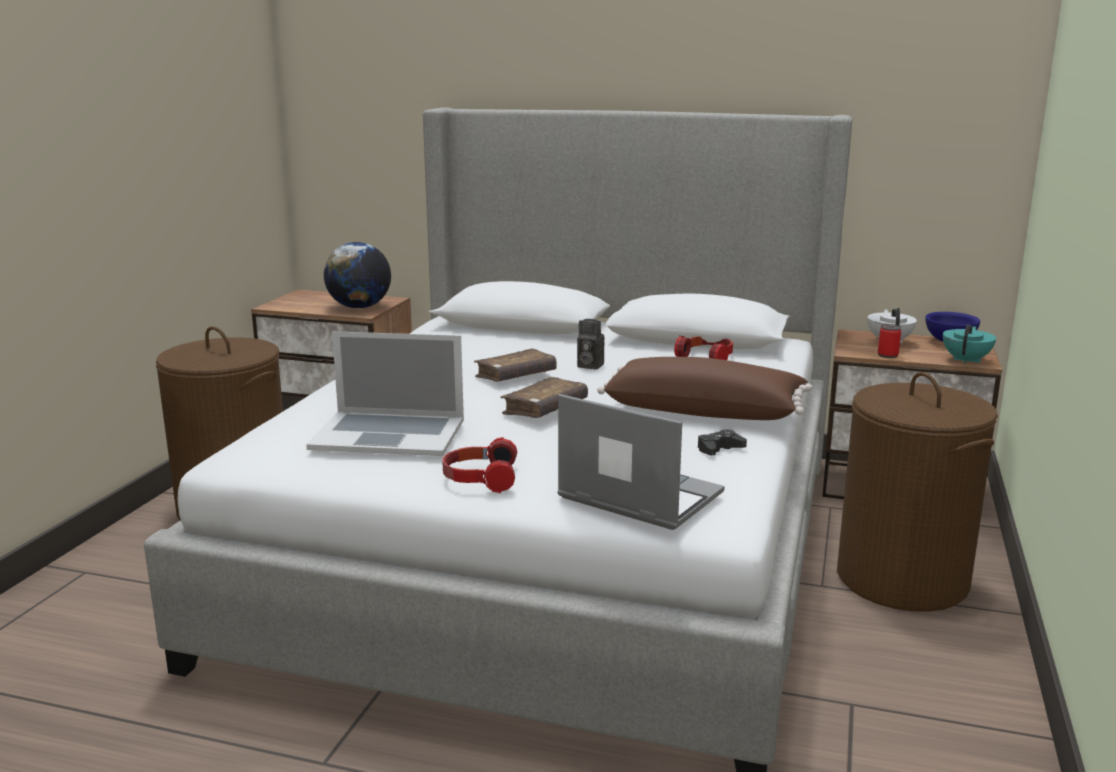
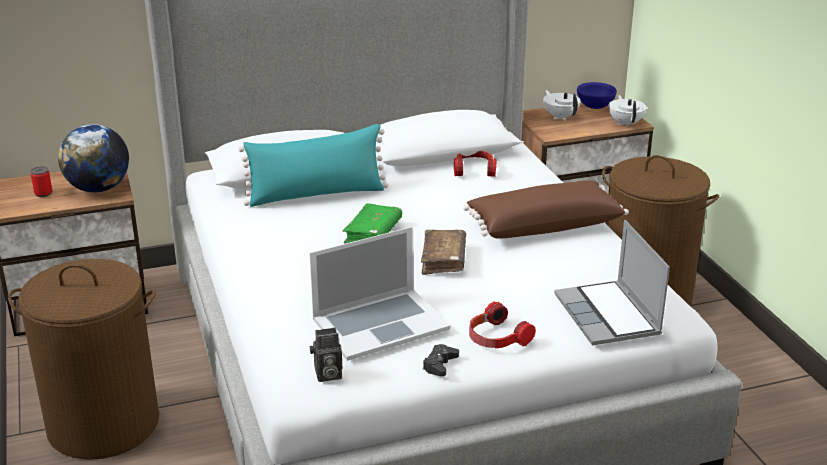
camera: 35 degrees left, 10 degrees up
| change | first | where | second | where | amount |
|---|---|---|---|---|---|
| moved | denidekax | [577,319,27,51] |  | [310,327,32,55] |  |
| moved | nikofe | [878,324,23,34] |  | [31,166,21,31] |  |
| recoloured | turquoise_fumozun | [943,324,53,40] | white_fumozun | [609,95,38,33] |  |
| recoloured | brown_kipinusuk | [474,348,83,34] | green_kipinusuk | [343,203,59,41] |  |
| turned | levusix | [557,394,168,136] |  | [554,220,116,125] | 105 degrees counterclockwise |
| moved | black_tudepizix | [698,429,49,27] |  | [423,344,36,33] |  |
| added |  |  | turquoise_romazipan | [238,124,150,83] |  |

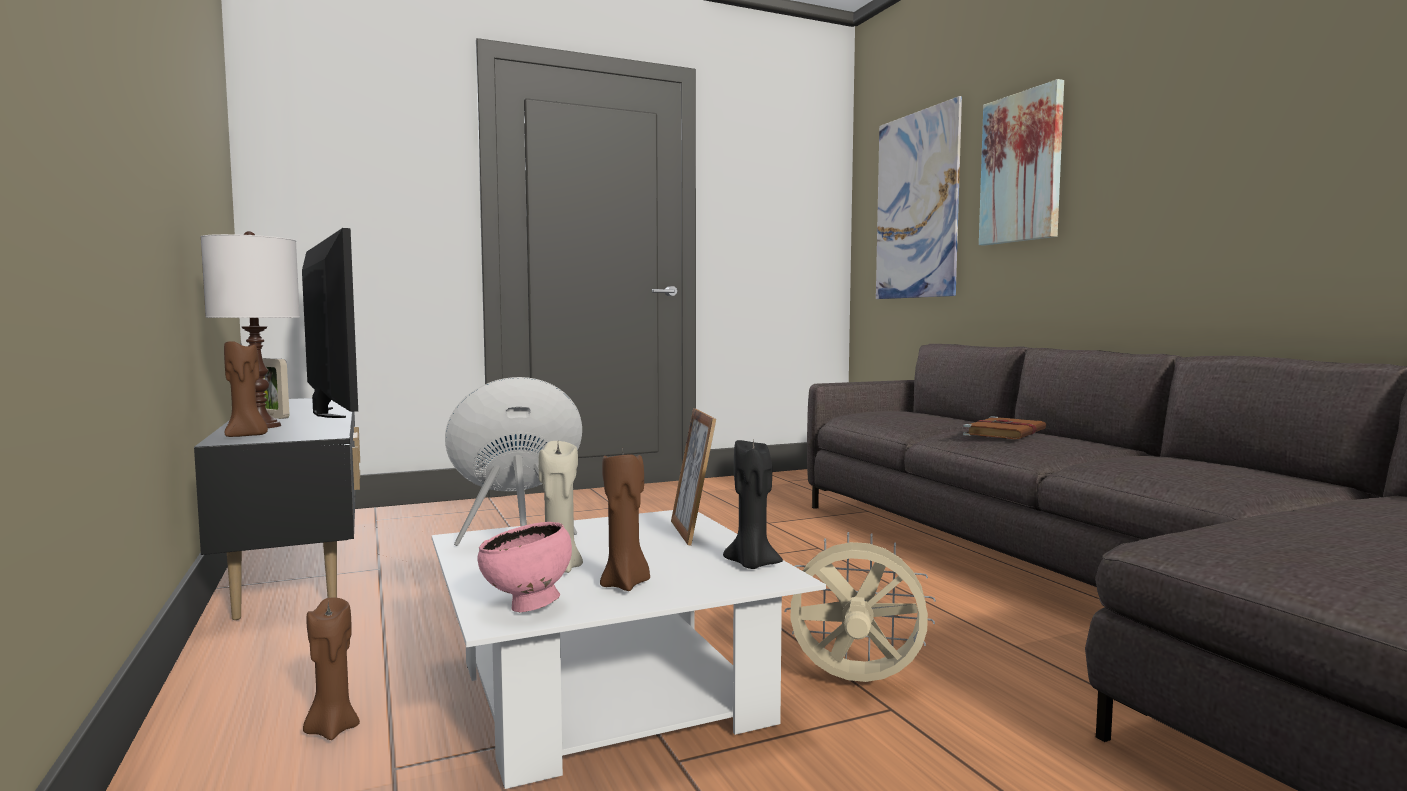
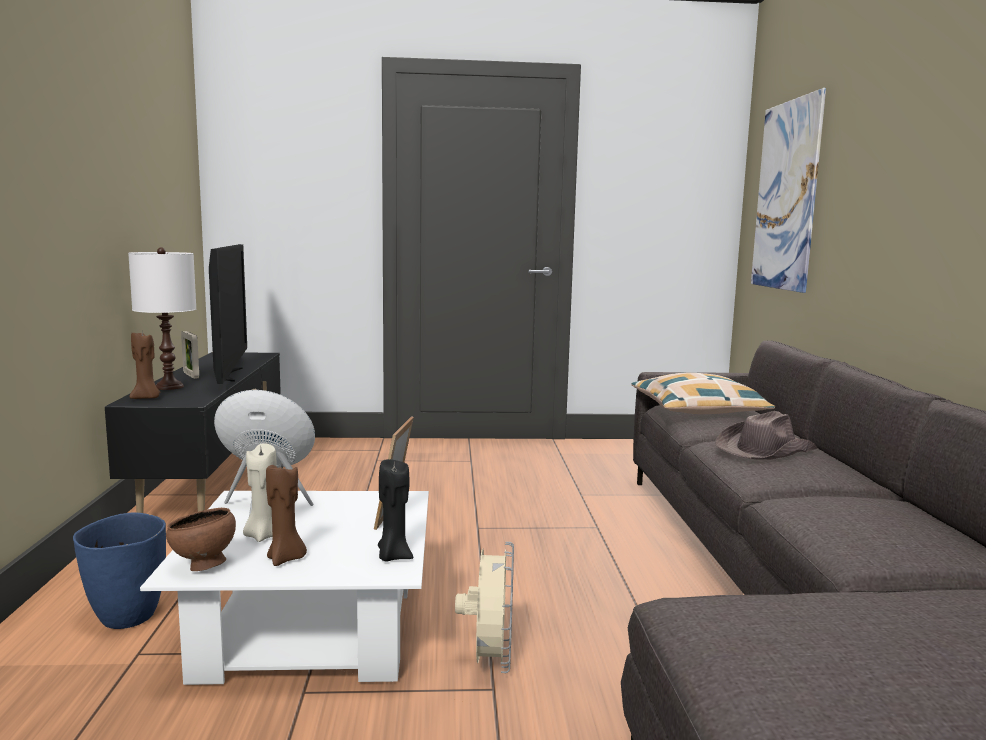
camera: 20 degrees right, 5 degrees up
| change | first | where | second | where | amount |
|---|---|---|---|---|---|
| removed | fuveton | [979,79,85,167] |  |  |  |
| replaced | brown_kipinusuk | [963,416,83,23] | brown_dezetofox | [715,411,103,49] |  |
| recoloured | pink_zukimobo | [477,522,95,90] | brown_zukimobo | [166,508,70,63] |  |
| turned | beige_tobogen | [784,532,152,150] |  | [455,542,59,131] | 60 degrees clockwise |
| replaced | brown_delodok | [303,597,57,143] | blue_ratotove | [73,513,93,116] |  |
| added |  |  | romazipan | [631,373,144,41] |  |

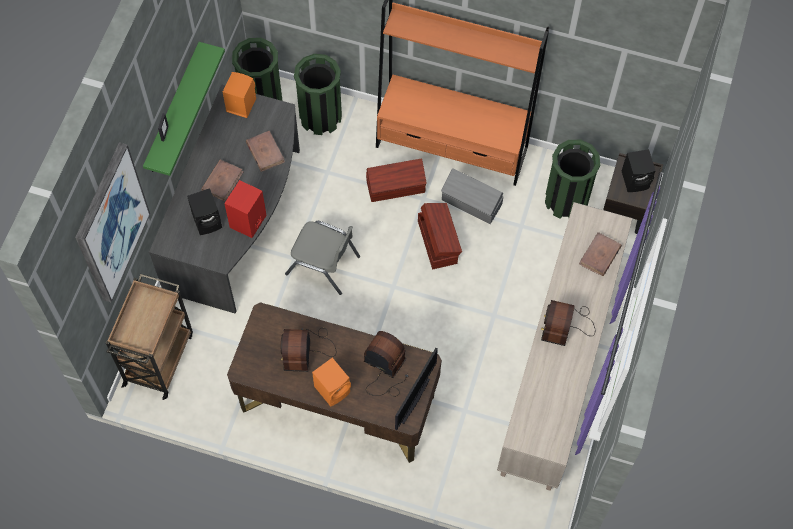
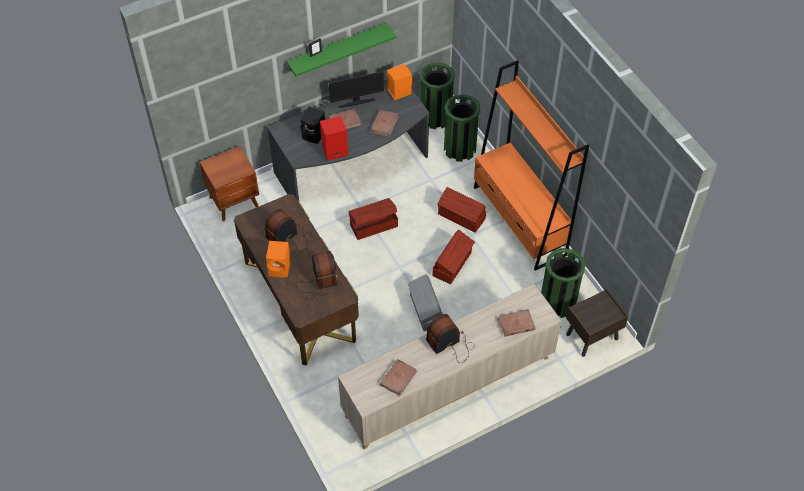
camera: 45 degrees right, 10 degrees down
| change | first | where | second | where | amount |
|---|---|---|---|---|---|
| removed | fuveton | [75,142,75,161] |  |  |  |
| removed | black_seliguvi | [622,149,34,43] |  |  |  |
| moved | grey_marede | [441,168,62,56] |  | [408,274,35,57] |  |
| replaced | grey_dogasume | [285,221,75,74] | brown_marede | [348,198,50,42] |  |
| replaced | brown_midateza | [106,274,87,126] | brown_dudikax | [200,146,59,75] |  |
| moved | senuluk | [395,348,43,82] |  | [329,71,55,37] |  |
| added |  |  | brown_kipinusuk | [380,359,37,37] |  |

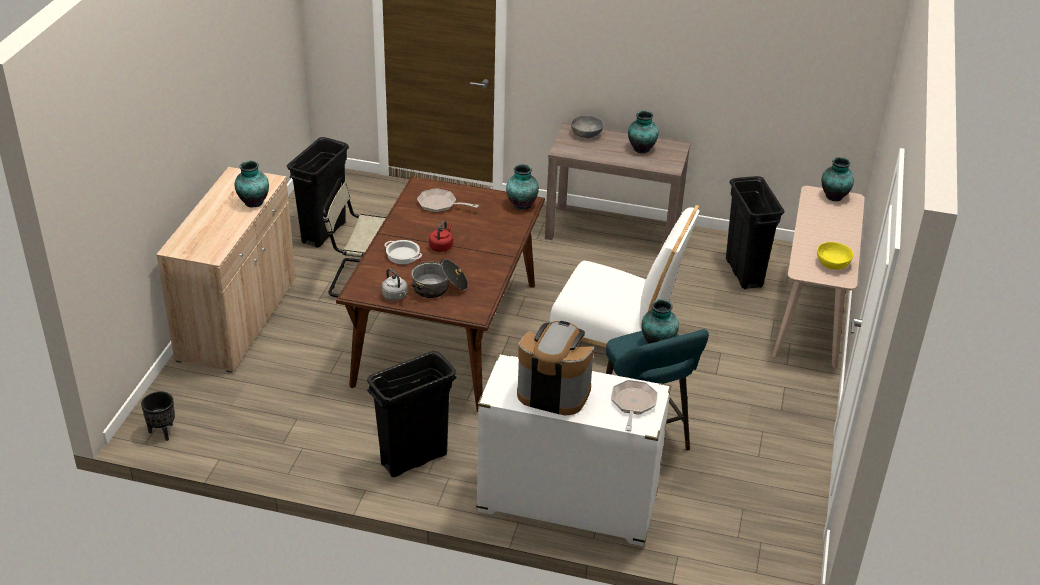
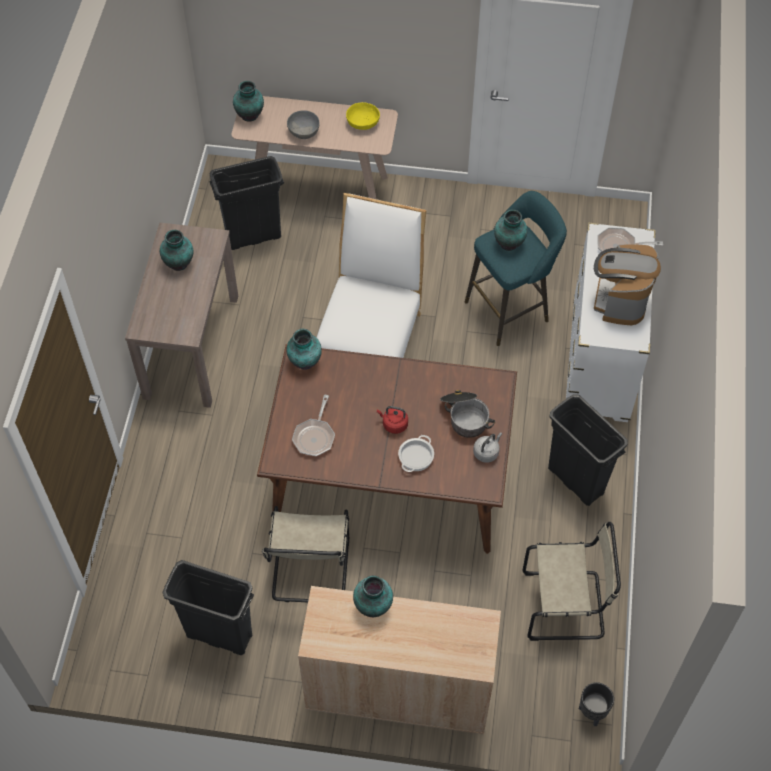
camera: 95 degrees left, 20 degrees up
| change | first | where | second | where | amount |
|---|---|---|---|---|---|
| moved | grey_zukimobo | [571,116,33,22] |  | [287,110,33,29] |  |
| added |  |  | beige_dogasume | [522,522,99,119] |  |

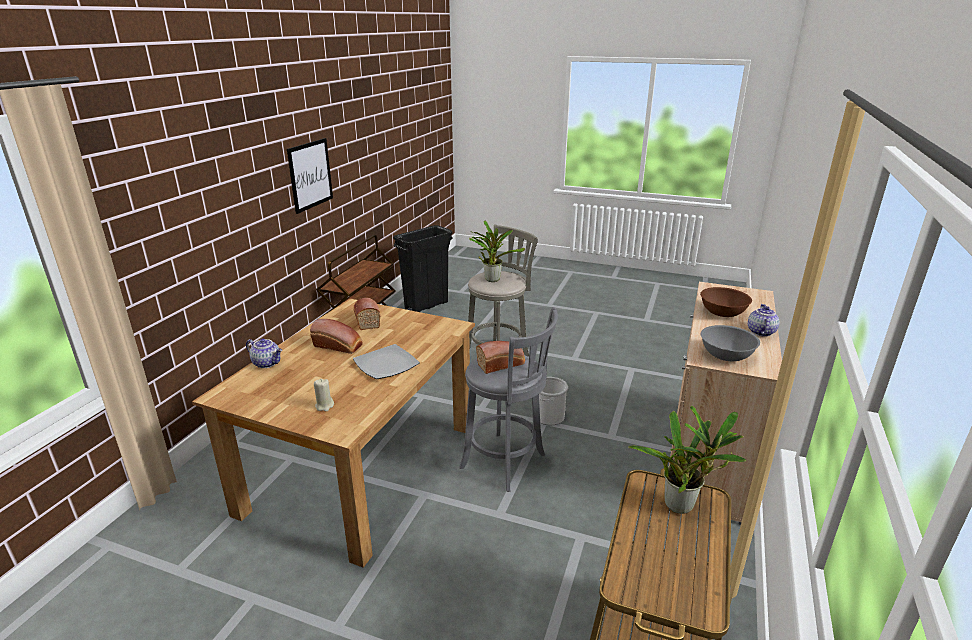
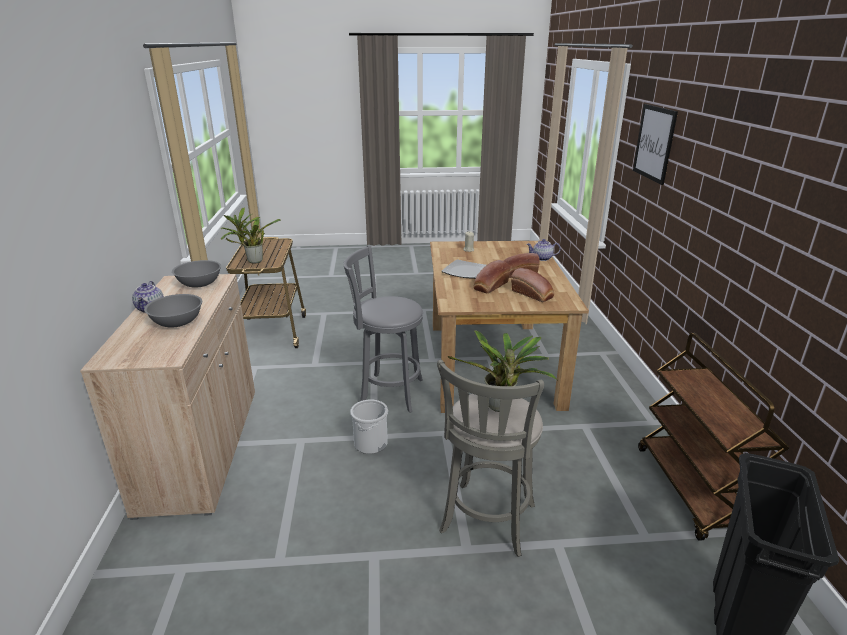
camera: 155 degrees right, 0 degrees up
| change | first | where | second | where | amount |
|---|---|---|---|---|---|
| moved | fuveton | [287,138,46,76] |  | [633,104,45,81] |  |
| recoloured | brown_zukimobo | [700,287,52,30] | grey_zukimobo | [144,294,58,33] |  |
| moved | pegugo | [476,341,49,33] |  | [473,260,38,33] |  |

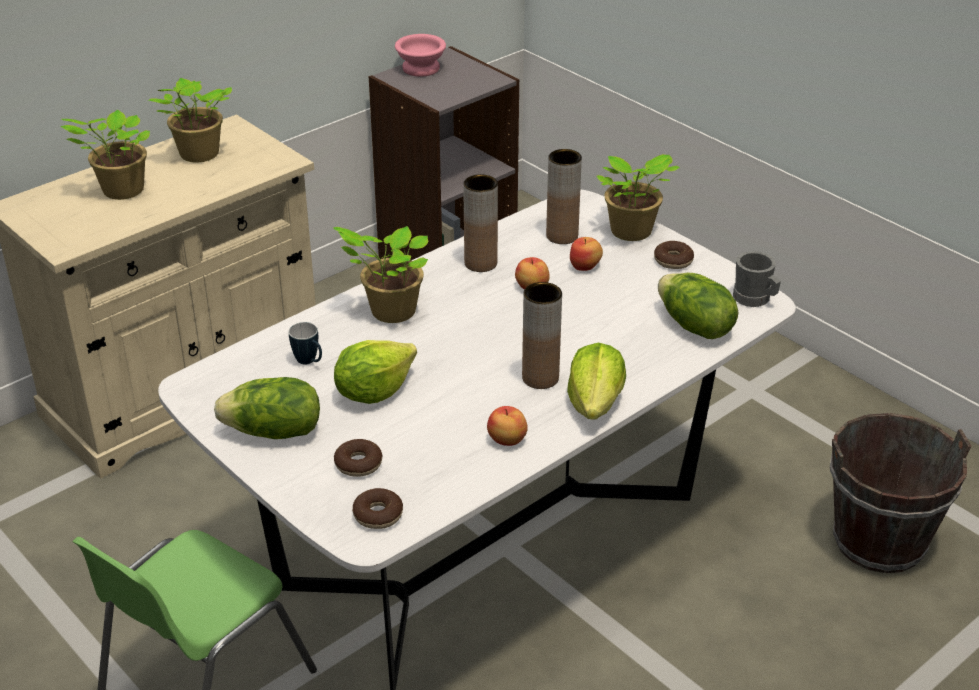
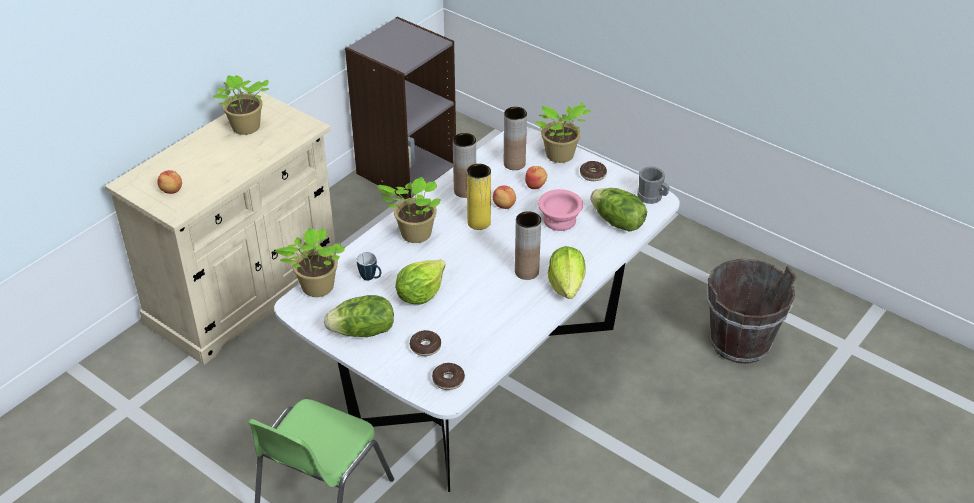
camera: 10 degrees left, 5 degrees up
| change | first | where | second | where | amount |
|---|---|---|---|---|---|
| moved | pink_zukimobo | [395,34,51,43] |  | [538,189,45,42] |  |
| moved | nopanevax | [60,110,90,90] |  | [274,227,71,70] |  |
| moved | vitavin | [487,406,41,40] |  | [158,170,24,24] |  |
| added |  |  | yellow_ratotove | [467,164,24,66] |  |

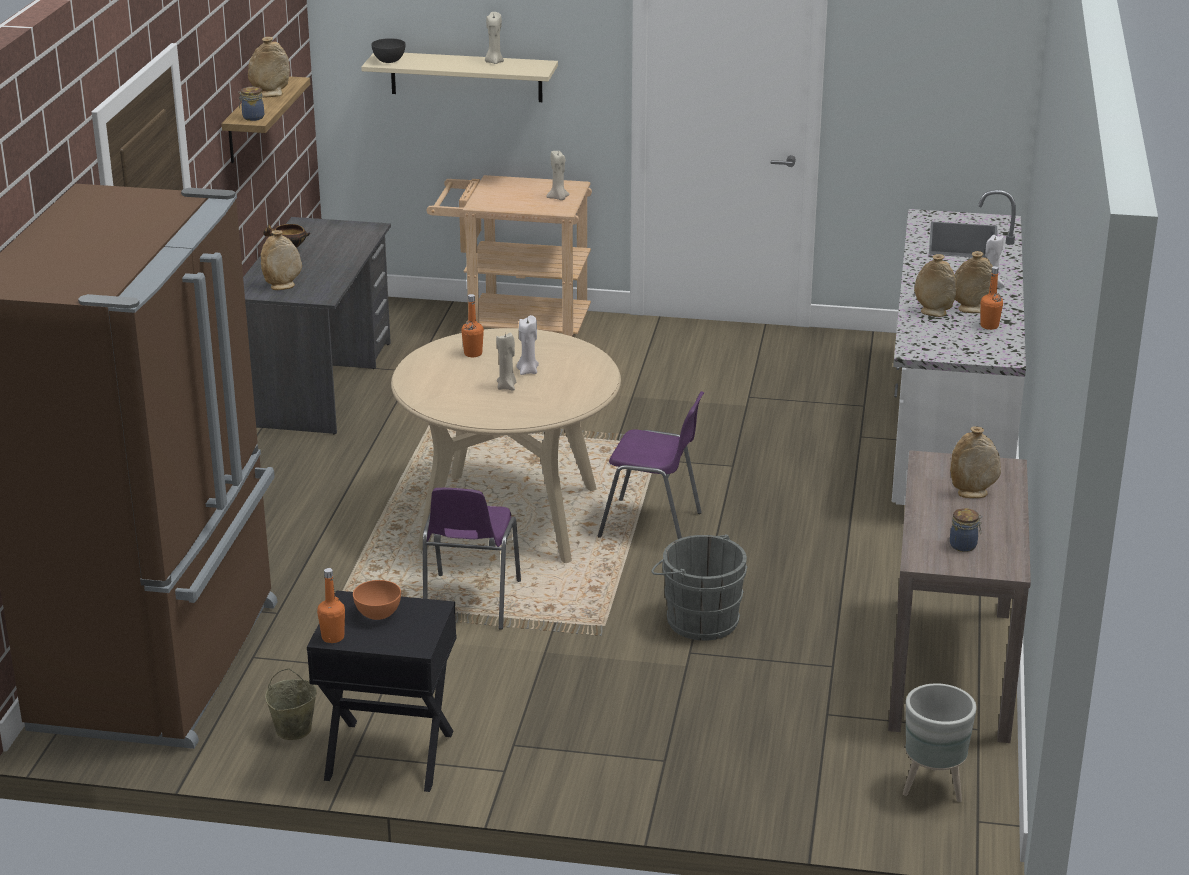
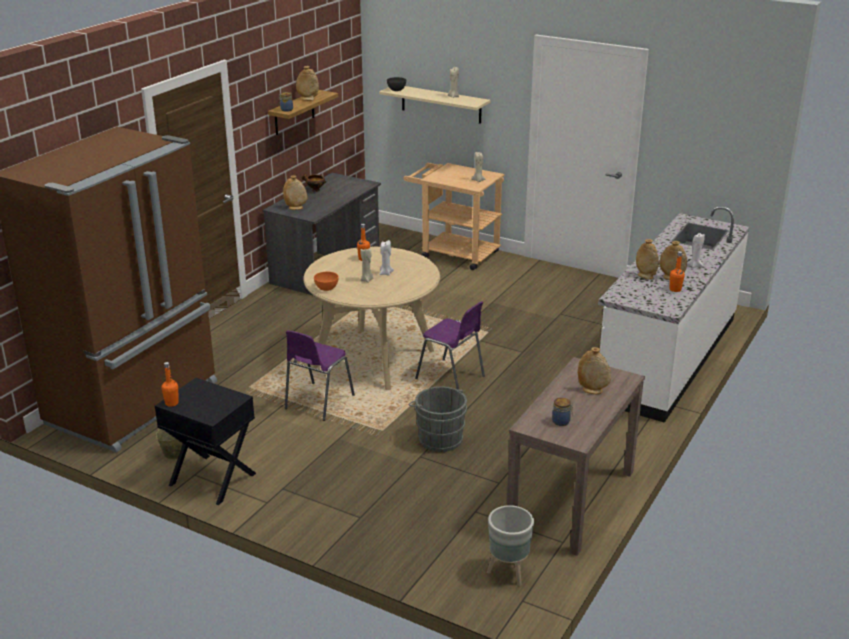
camera: 20 degrees right, 0 degrees up
| change | first | where | second | where | amount |
|---|---|---|---|---|---|
| moved | orange_zukimobo | [353,580,48,40] |  | [314,272,25,19] |  |

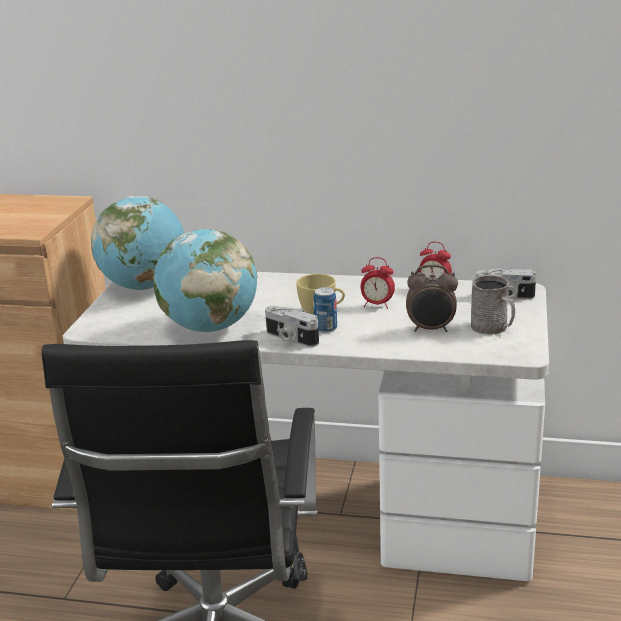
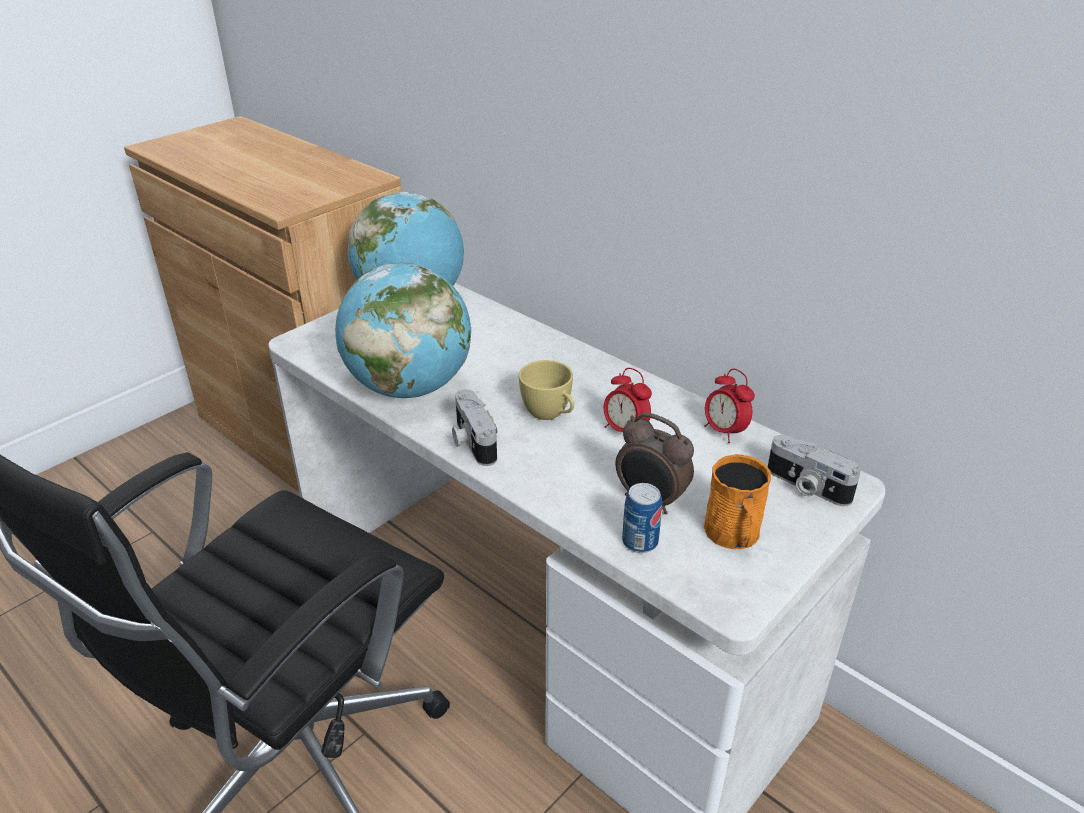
camera: 30 degrees right, 10 degrees up
| change | first | where | second | where | amount |
|---|---|---|---|---|---|
| recoloured | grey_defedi | [471,275,44,60] | orange_defedi | [704,454,67,95] |  |
| moved | nikofe | [313,287,24,46] |  | [622,483,40,70] |  |

